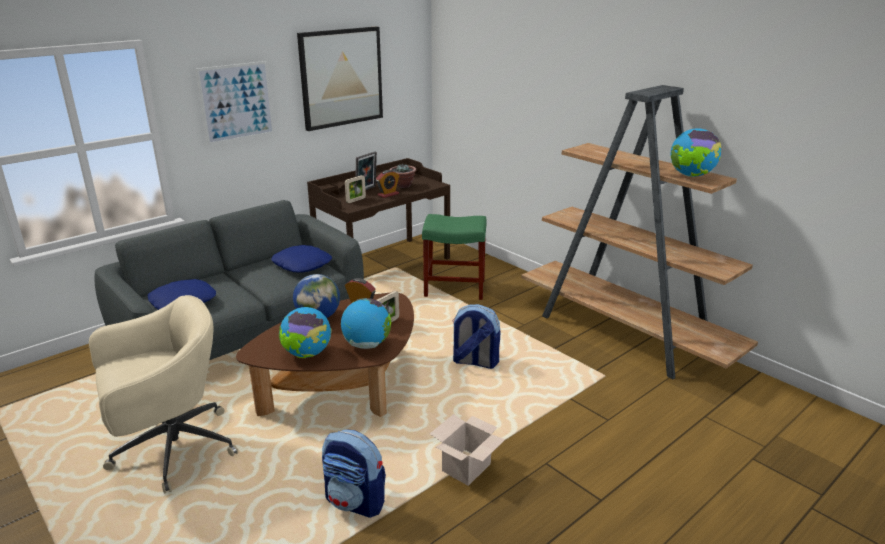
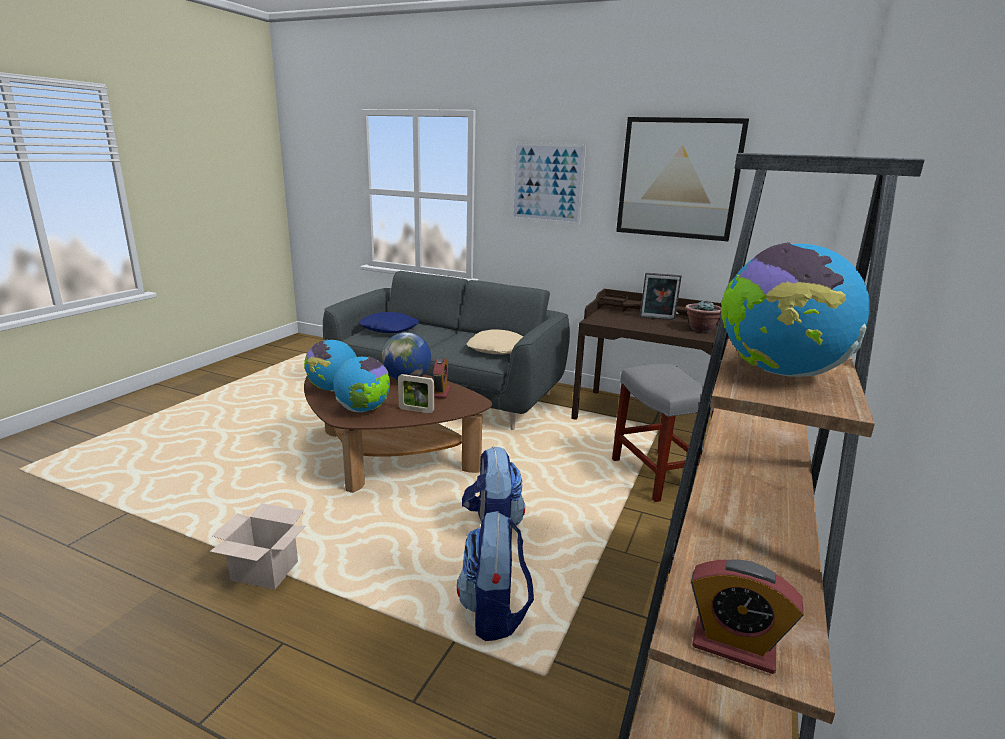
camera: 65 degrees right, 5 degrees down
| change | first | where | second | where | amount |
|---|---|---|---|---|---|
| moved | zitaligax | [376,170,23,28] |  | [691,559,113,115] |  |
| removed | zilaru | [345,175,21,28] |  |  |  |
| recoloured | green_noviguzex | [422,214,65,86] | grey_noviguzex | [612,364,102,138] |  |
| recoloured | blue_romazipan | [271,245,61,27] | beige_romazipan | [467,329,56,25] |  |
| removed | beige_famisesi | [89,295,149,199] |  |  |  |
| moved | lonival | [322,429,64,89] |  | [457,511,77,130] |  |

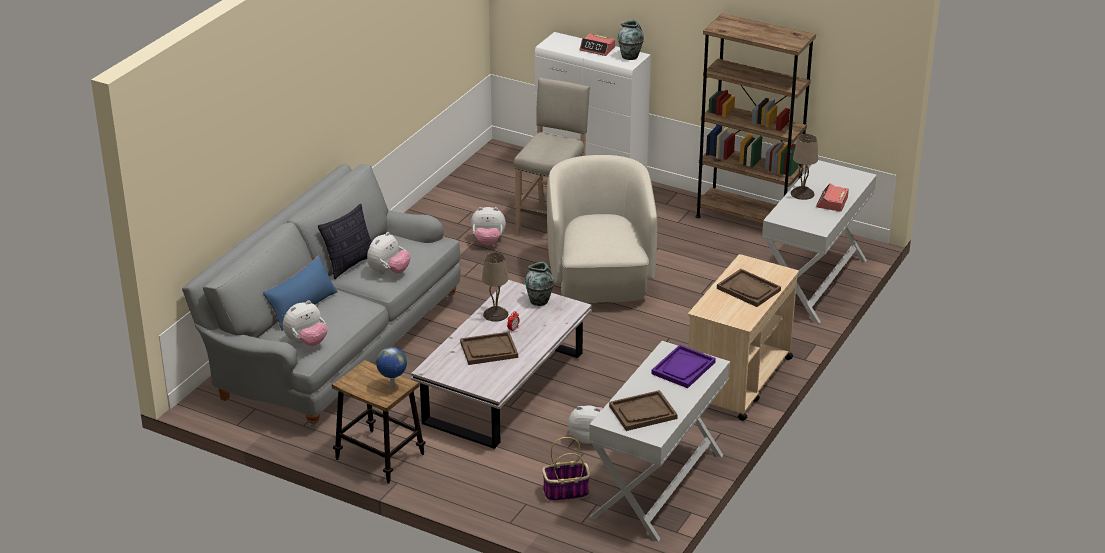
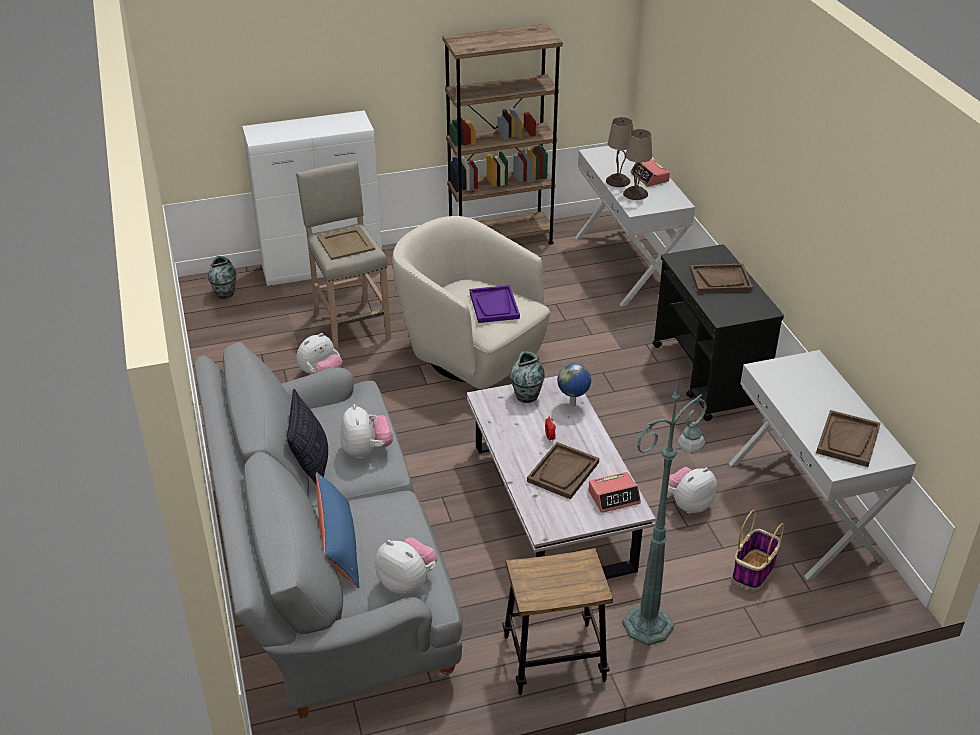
camera: 45 degrees left, 5 degrees up
| change | first | where | second | where | amount |
|---|---|---|---|---|---|
| moved | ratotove | [618,20,26,40] |  | [208,256,29,43] |  |
| moved | zitaligax | [580,34,35,22] |  | [588,472,53,41] |  |
| moved | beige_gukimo | [482,253,27,69] |  | [623,129,29,71] |  |
| recoloured | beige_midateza | [688,254,111,167] | black_midateza | [652,244,132,177] |  |
| turned | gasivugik | [283,300,44,46] |  | [375,537,62,58] | 60 degrees counterclockwise |
| moved | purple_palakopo | [651,345,65,43] |  | [470,285,50,38] |  |
| moved | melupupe | [376,347,31,41] |  | [557,363,34,44] |  |
| added |  |  | beige_palakopo | [317,226,58,34] |  |
| added |  |  | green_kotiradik | [622,367,85,279] |  |

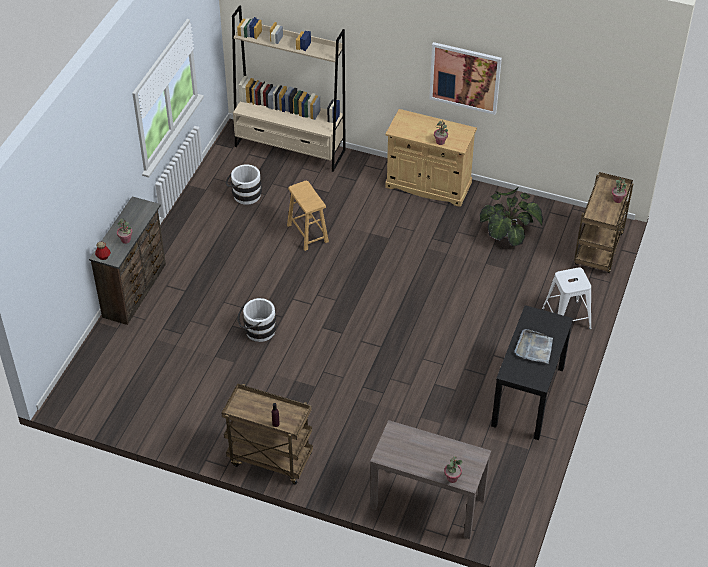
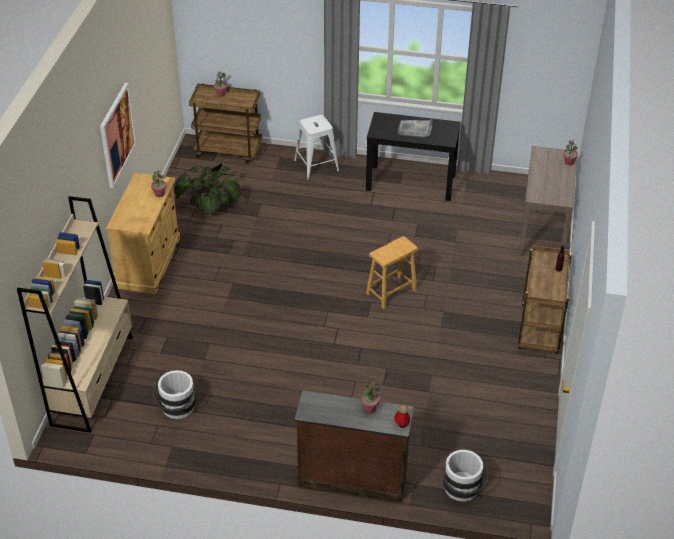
camera: 100 degrees left, 5 degrees down
| change | first | where | second | where | amount |
|---|---|---|---|---|---|
| moved | brown_noviguzex | [287,181,42,70] |  | [366,236,52,73] |  |
| moved | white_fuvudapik | [237,297,40,45] |  | [443,450,46,51] |  |

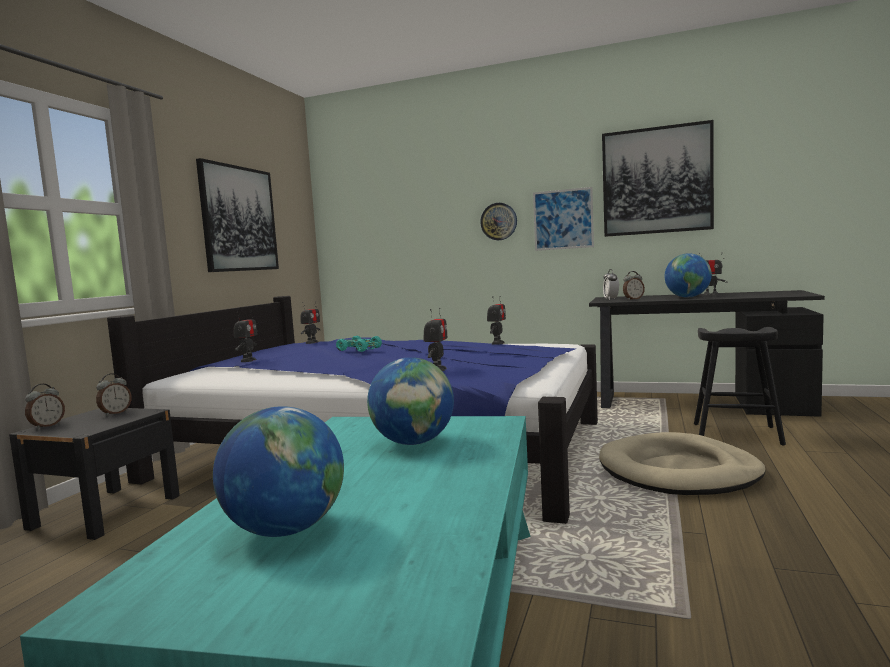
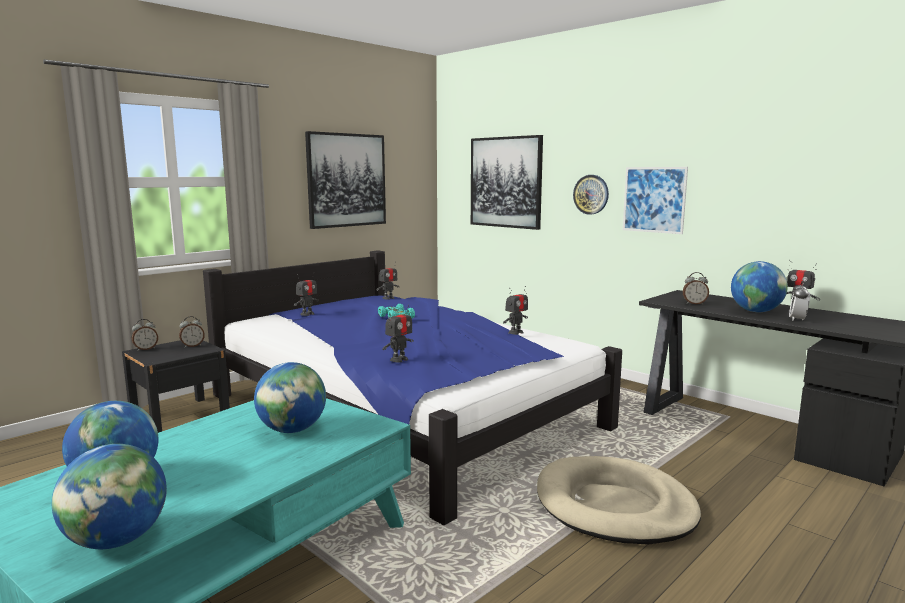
camera: 25 degrees right, 5 degrees up
| change | first | where | second | where | amount |
|---|---|---|---|---|---|
| moved | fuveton | [602,120,112,117] |  | [471,135,72,95] |  |
| moved | zitaligax | [603,269,16,31] |  | [789,281,21,40] |  |
| removed | black_noviguzex | [694,327,92,118] |  |  |  |
| added |  |  | melupupe | [52,444,115,105] |  |

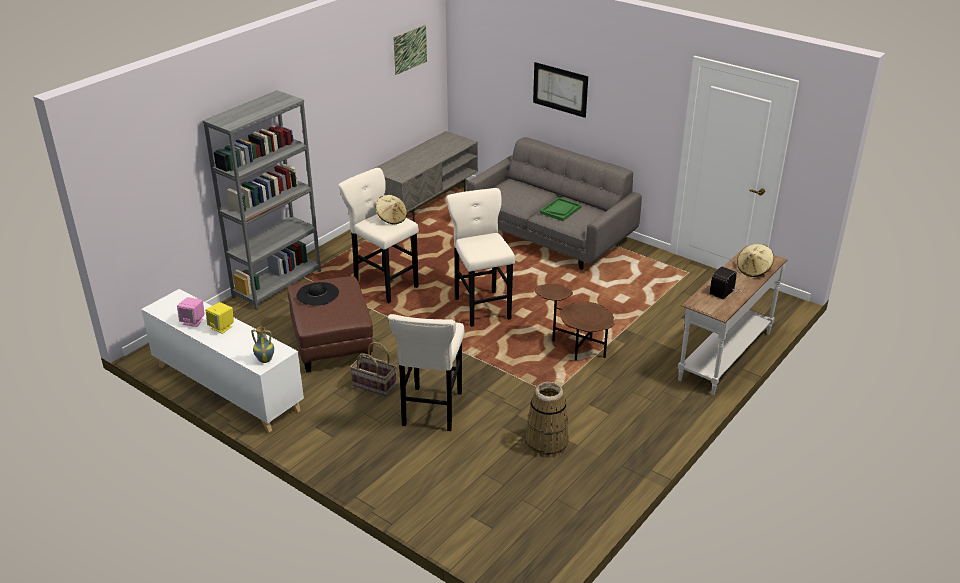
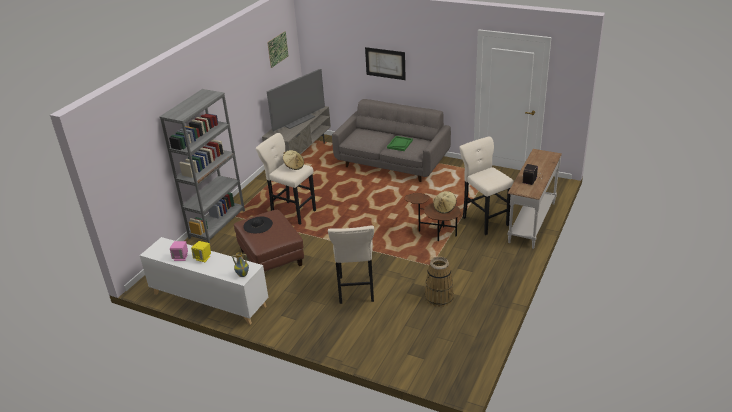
camera: 10 degrees left, 0 degrees up
| change | first | where | second | where | amount |
|---|---|---|---|---|---|
| moved | beige_noviguzex | [446,188,69,139] |  | [459,137,55,98] |  |
| moved | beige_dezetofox | [737,244,37,33] |  | [433,191,23,23] |  |
| removed | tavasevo | [350,342,47,54] |  |  |  |
| added |  |  | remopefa | [267,69,58,63] |  |

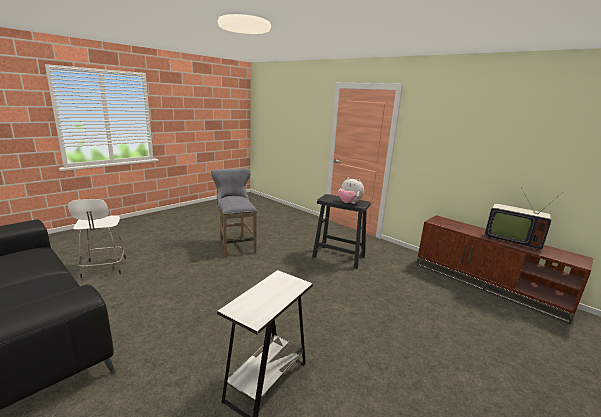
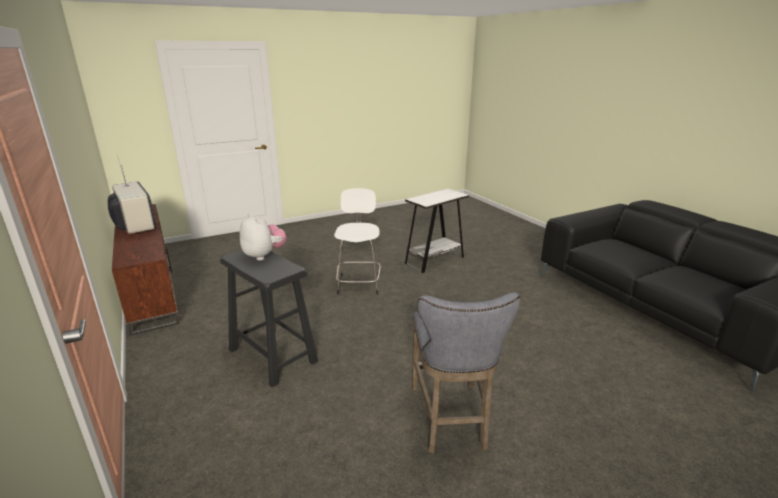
camera: 160 degrees left, 5 degrees up
| change | first | where | second | where | amount |
|---|---|---|---|---|---|
| moved | white_noviguzex | [68,199,58,79] |  | [334,188,47,107] |  |

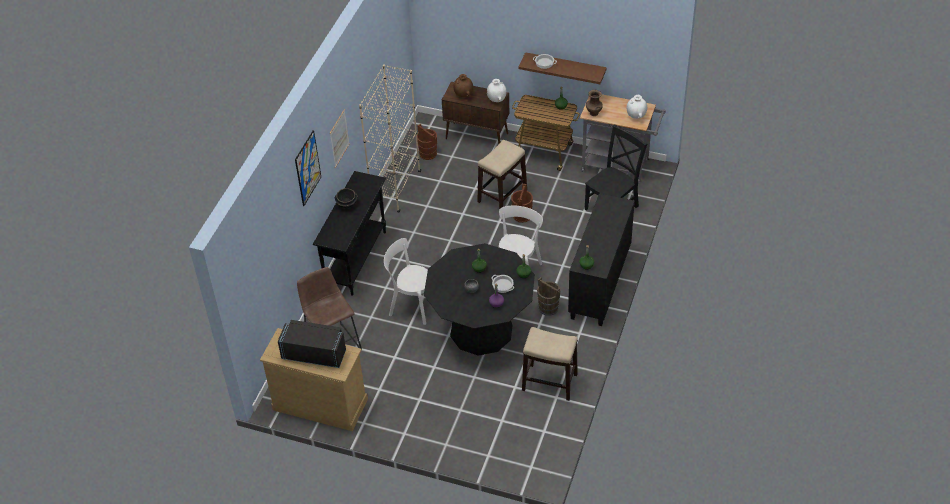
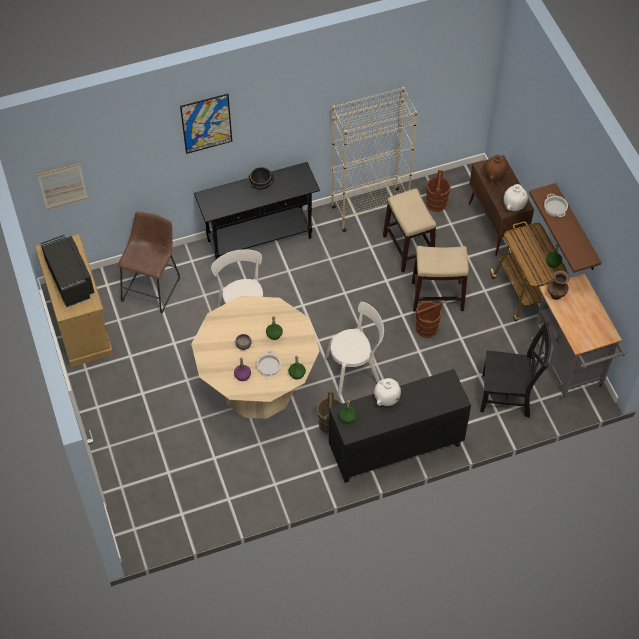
camera: 50 degrees right, 10 degrees up
| change | first | where | second | where | amount |
|---|---|---|---|---|---|
| moved | white_ratotove | [627,95,20,24] |  | [374,378,27,28] |  |
| moved | fuveton | [330,109,20,59] |  | [37,163,51,46] |  |
| recoloured | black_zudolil | [424,243,111,113] | beige_zudolil | [191,296,129,123] |  |
| moved | noviguzex | [522,327,56,74] |  | [383,188,53,85] |  |

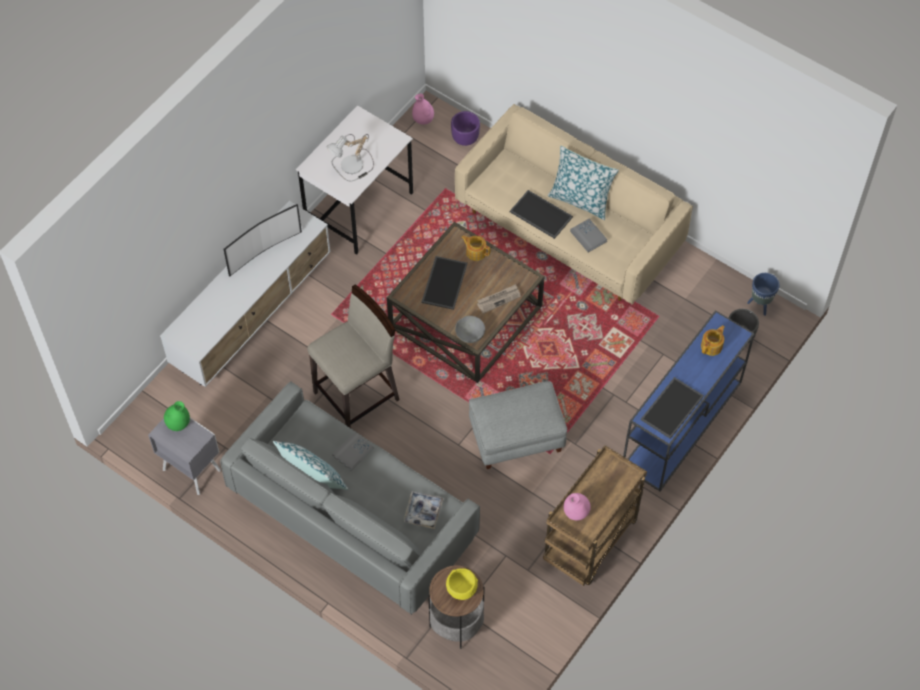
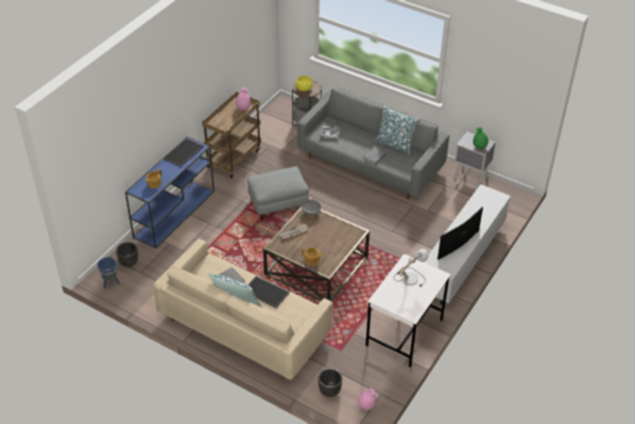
camera: 175 degrees right, 15 degrees down
| change | first | where | second | where | amount |
|---|---|---|---|---|---|
| recoloured | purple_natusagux | [451,111,29,35] | black_natusagux | [318,368,24,29] |  |
| removed | palakopo | [421,256,47,54] |  |  |  |
| removed | beige_noviguzex | [308,284,91,144] |  |  |  |

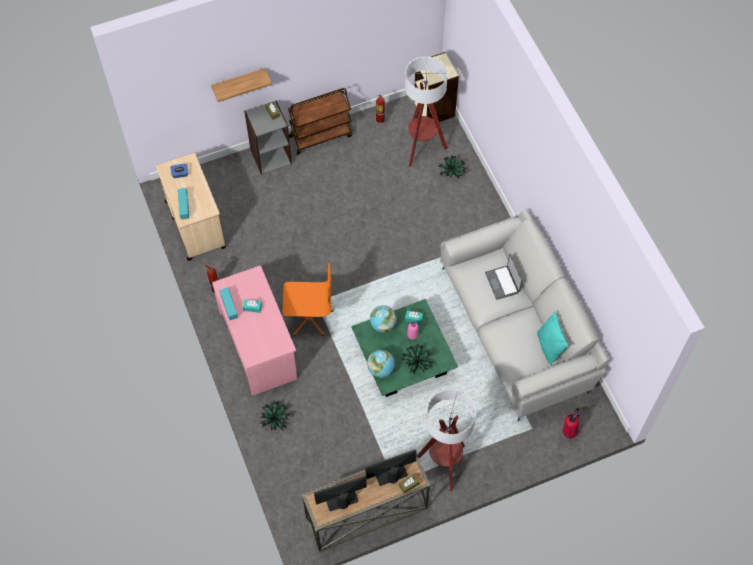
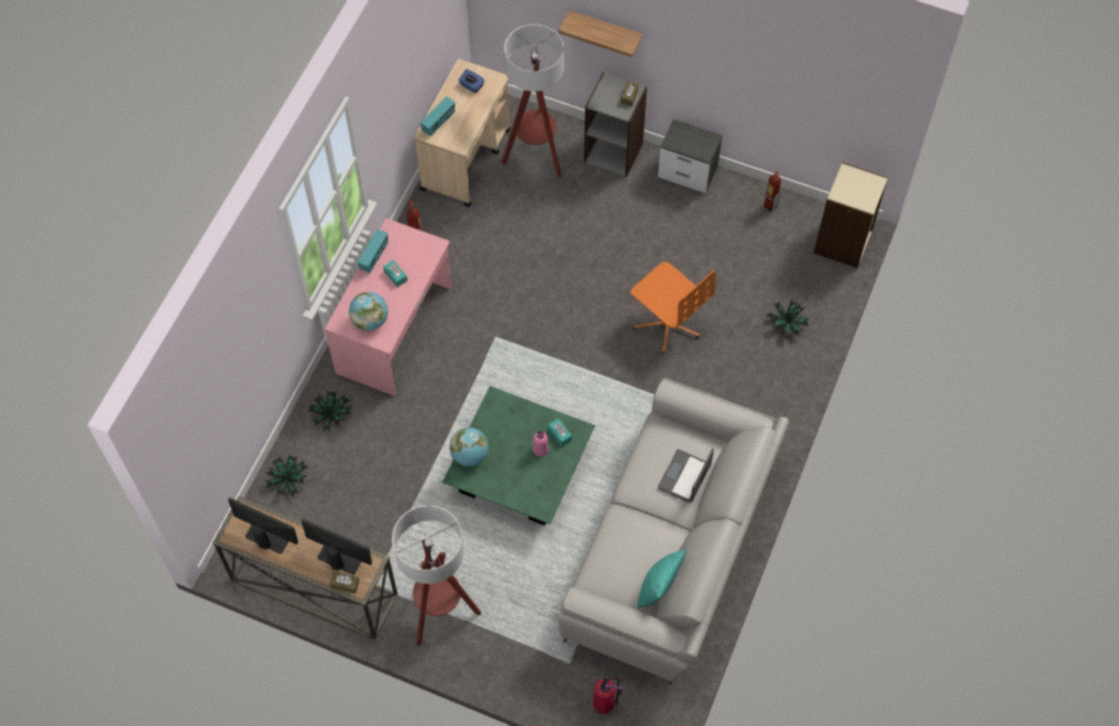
camera: 45 degrees right, 0 degrees up
| change | first | where | second | where | amount |
|---|---|---|---|---|---|
| moved | kotiradik | [405,56,43,110] |  | [502,24,62,154] |  |
| replaced | brown_midateza | [288,88,64,67] | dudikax | [658,119,65,74] |  |
| moved | orange_famisesi | [283,263,50,73] |  | [631,262,85,92] |  |
| moved | melupupe | [370,305,27,28] |  | [349,292,39,39] |  |
| moved | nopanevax | [402,344,31,30] |  | [265,455,43,42] |  |

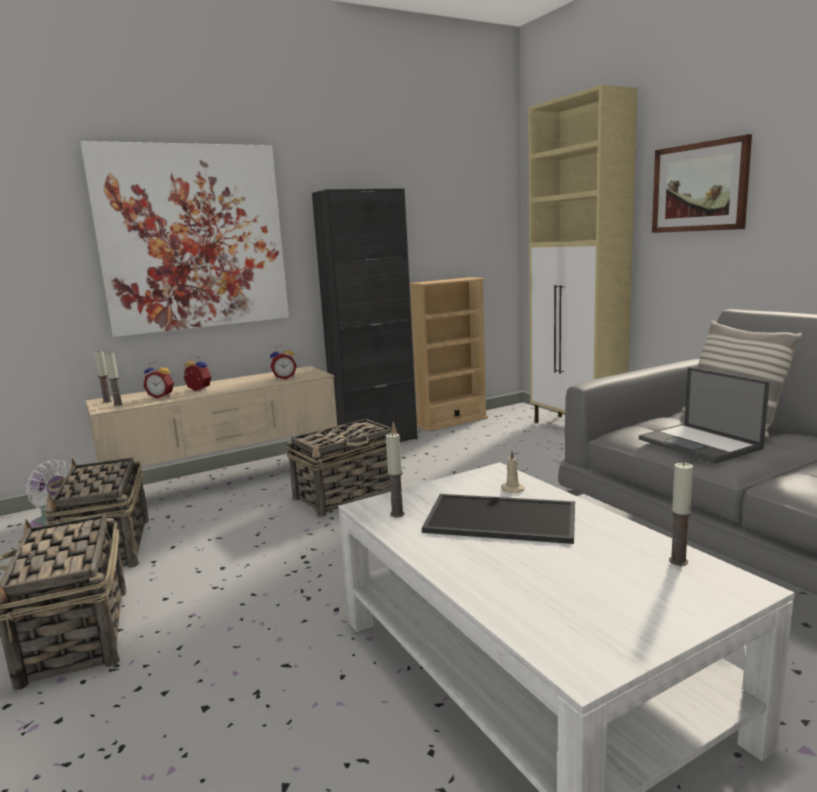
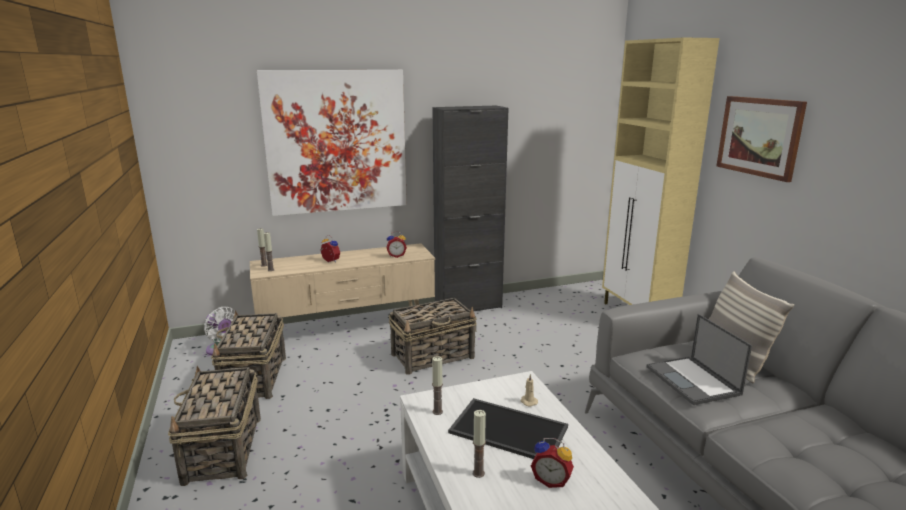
camera: 10 degrees right, 5 degrees up
| change | first | where | second | where | amount |
|---|---|---|---|---|---|
| removed | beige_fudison | [409,277,79,155] |  |  |  |
| moved | zitaligax | [143,361,31,38] |  | [531,438,43,50] |  |
| moved | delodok | [669,462,24,104] |  | [473,410,13,68] |  |

